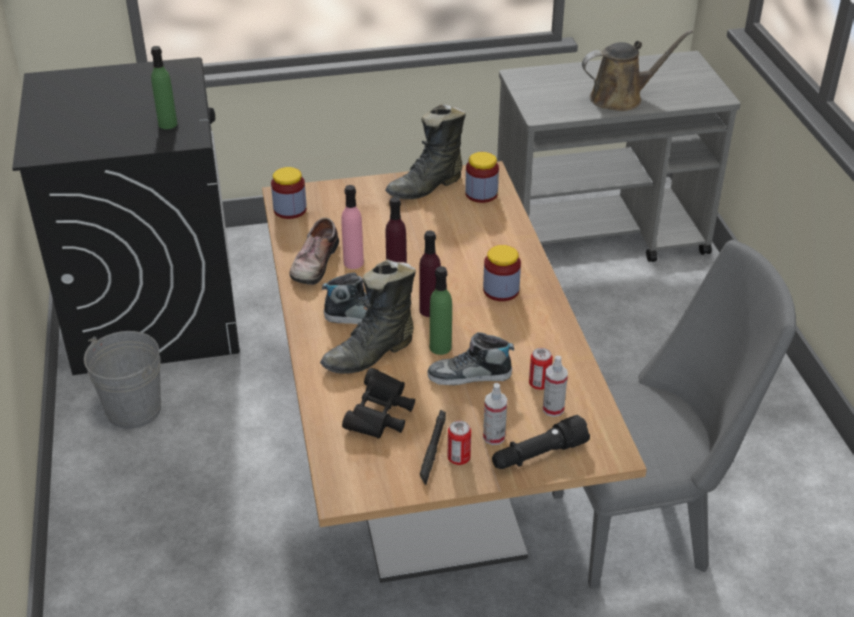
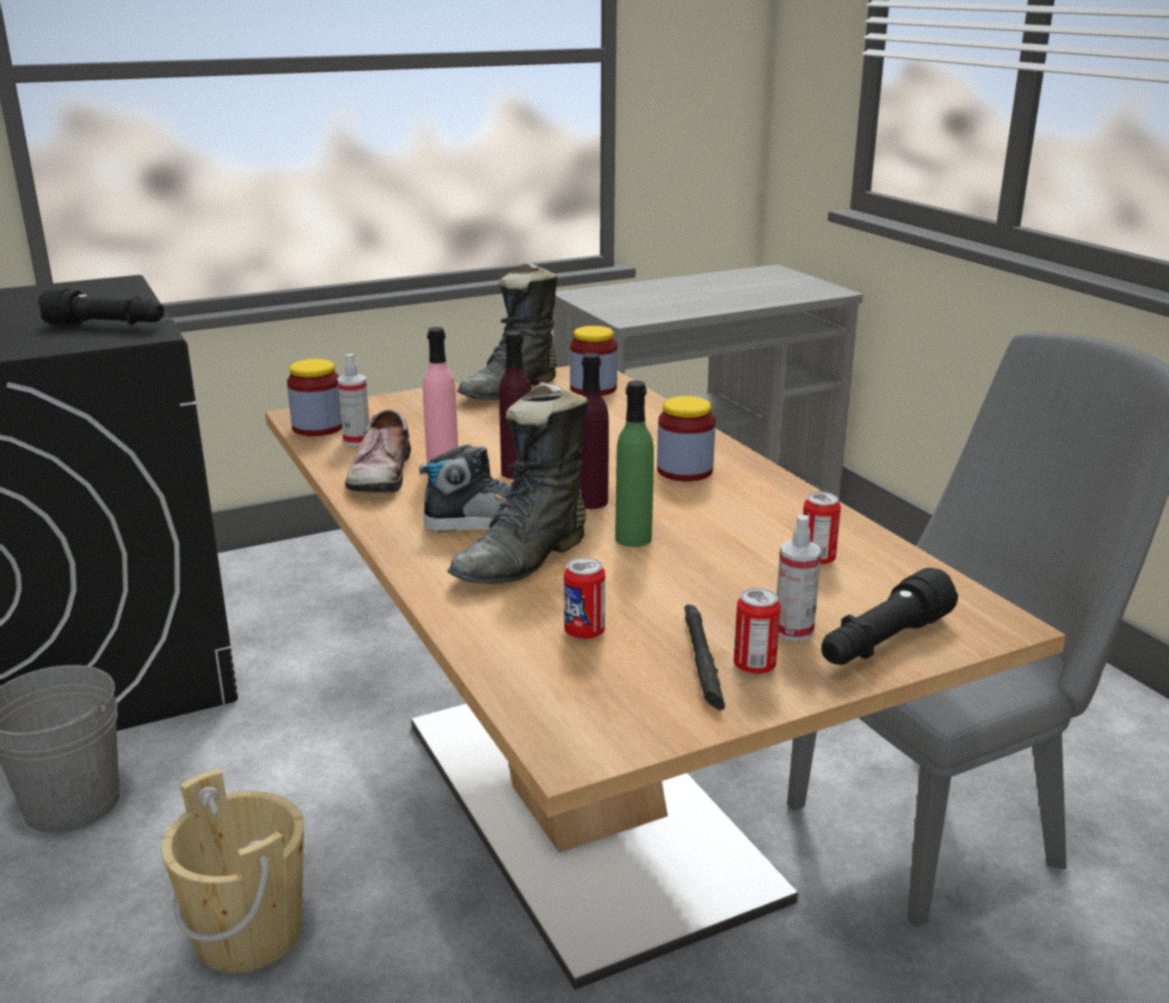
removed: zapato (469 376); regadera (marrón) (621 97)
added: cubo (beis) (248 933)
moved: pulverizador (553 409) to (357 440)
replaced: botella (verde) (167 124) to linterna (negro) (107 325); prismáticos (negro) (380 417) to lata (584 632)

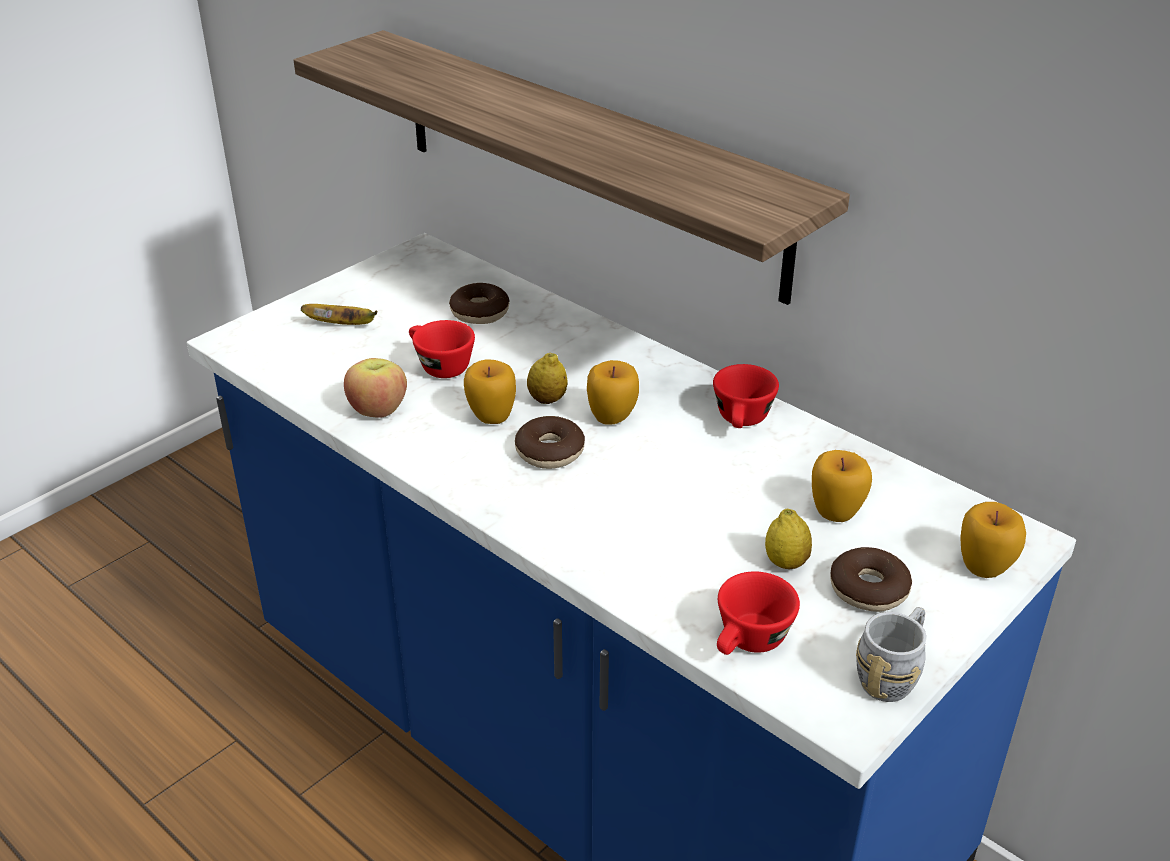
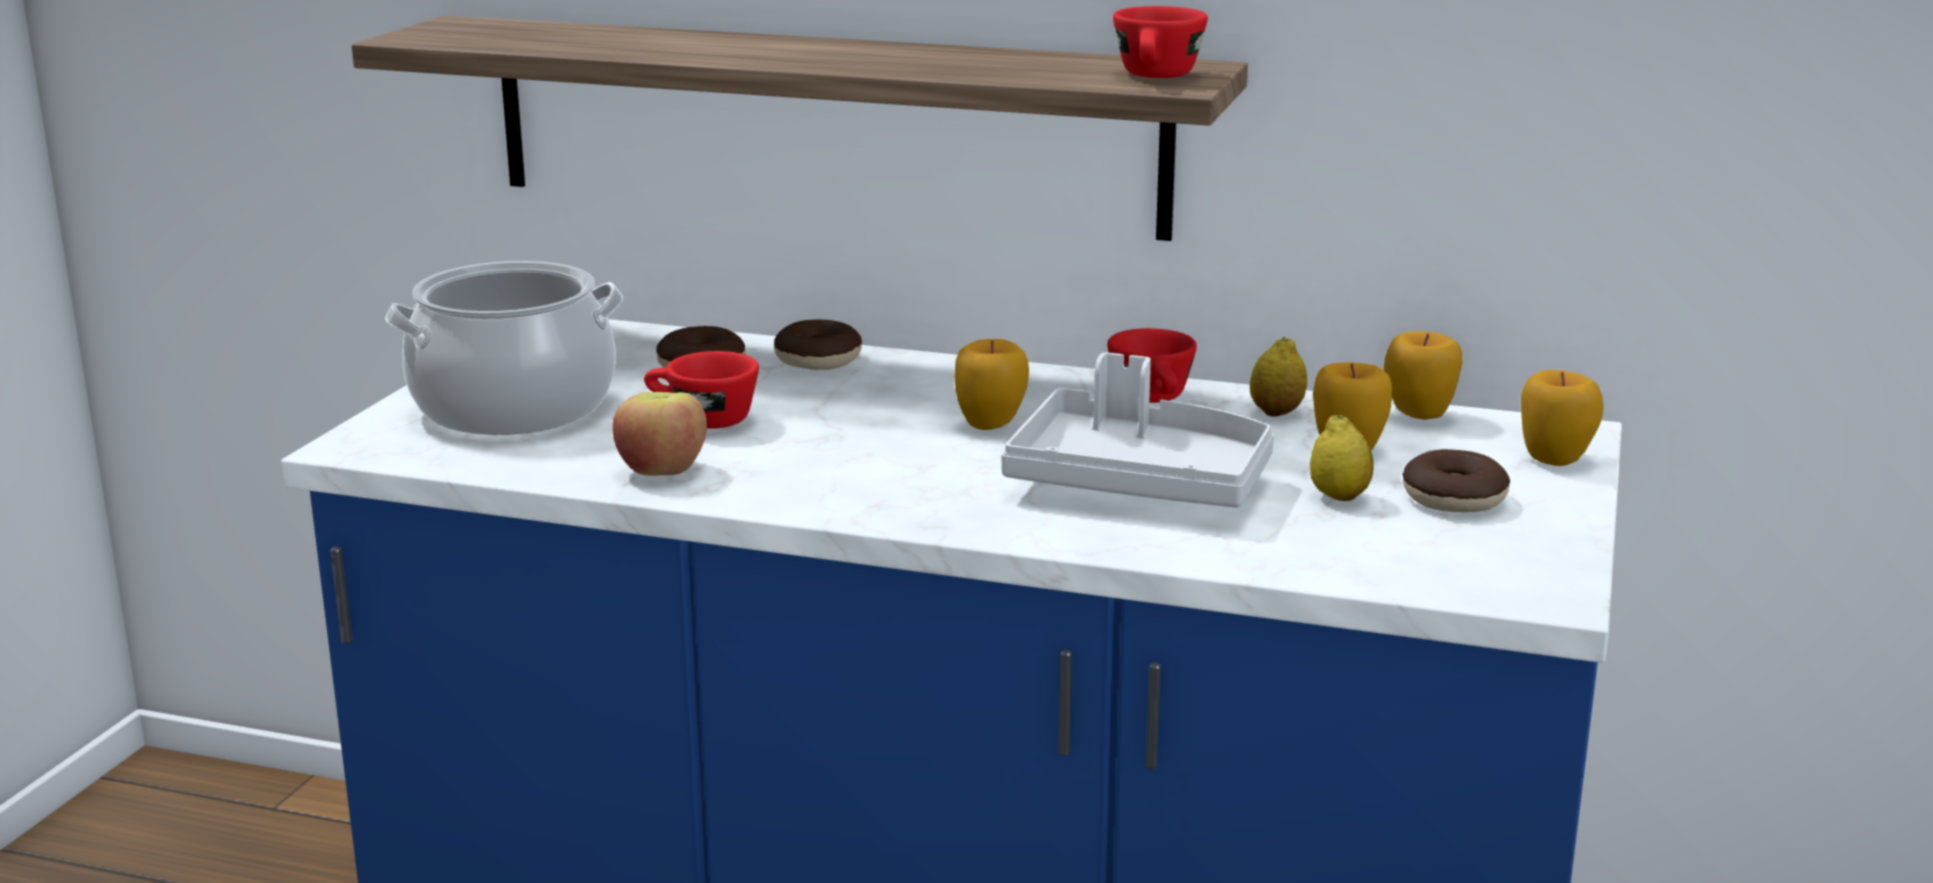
removed: taza grande (gris) (892 674)
added: bandeja (gris) (1139 482)
moved: rosquilla (550 451) to (818 359); taza (rojo) (749 643) to (1157 77); limón (547 400) to (1276 412); manzana (491 417) to (1419 415)
replaced: plátano (343 325) to olla (514 406)

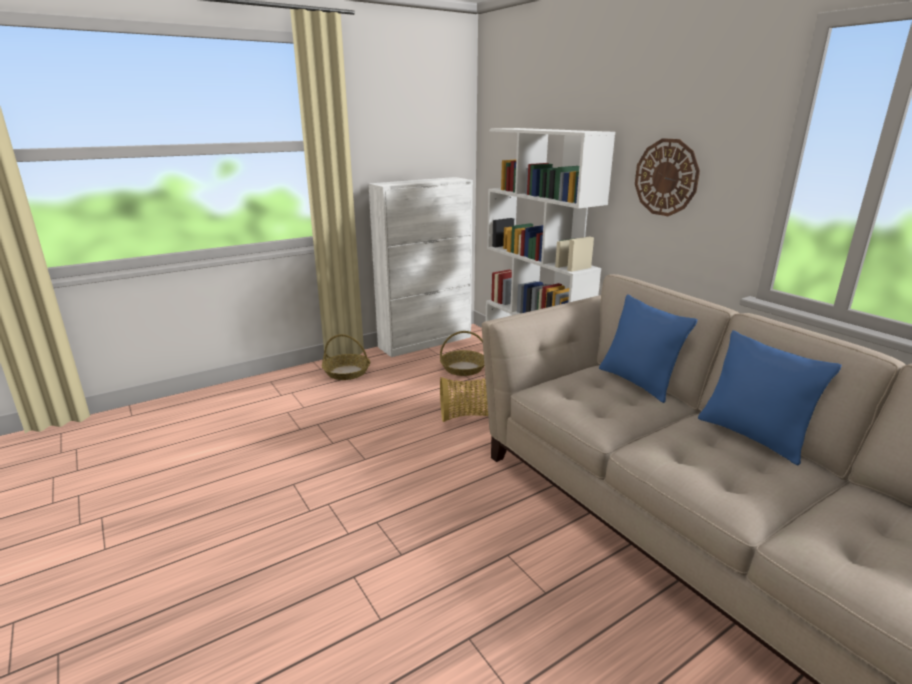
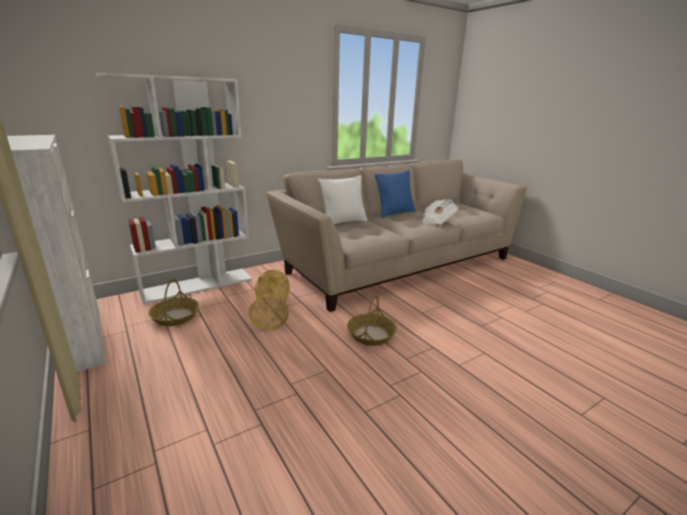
removed: reloj de pared (666 177)
added: periódico (437 221)
moved: cesta (347 372) to (371 335)
recoloured: cojín (azul) (638 382) to cojín (blanco) (343 222)

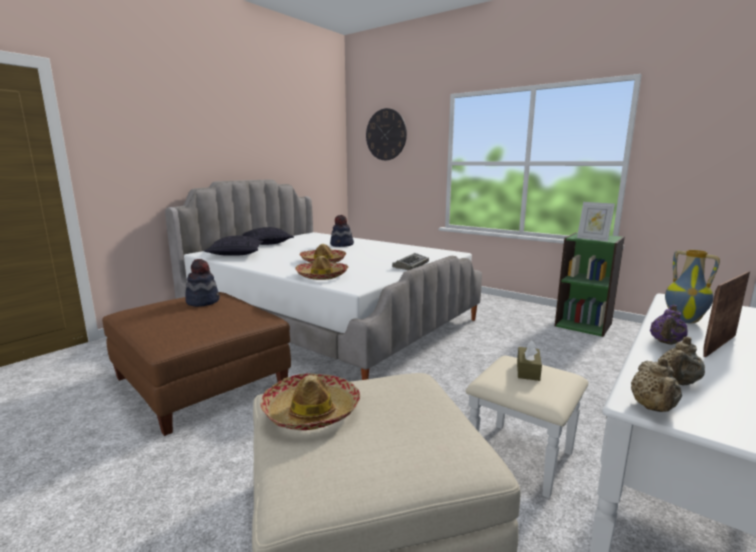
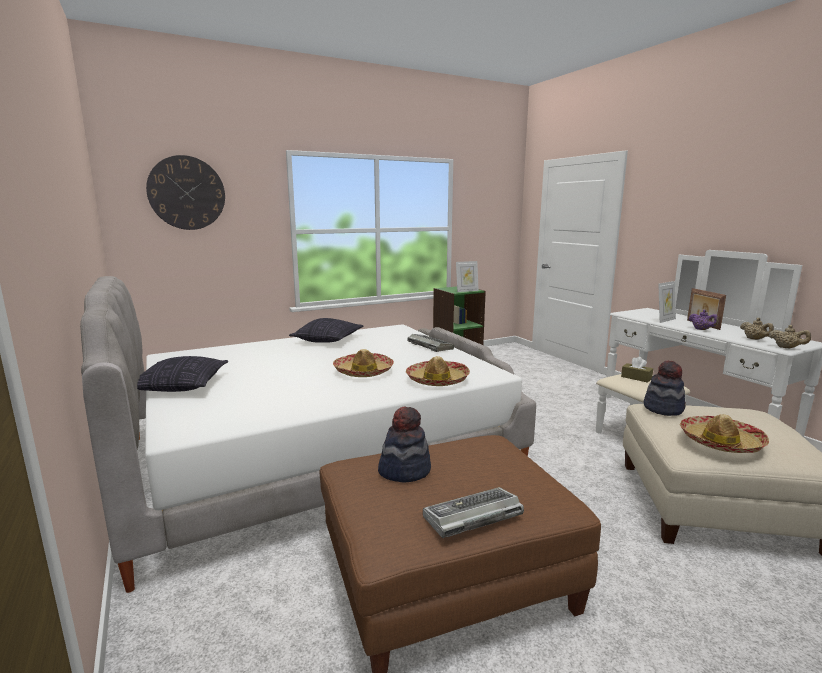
added: teclado (471 518)
moved: cojín (236 255) to (327 340); sombrero (342 245) to (663 408)
replaced: florero (684 320) to portarretratos (664 320)

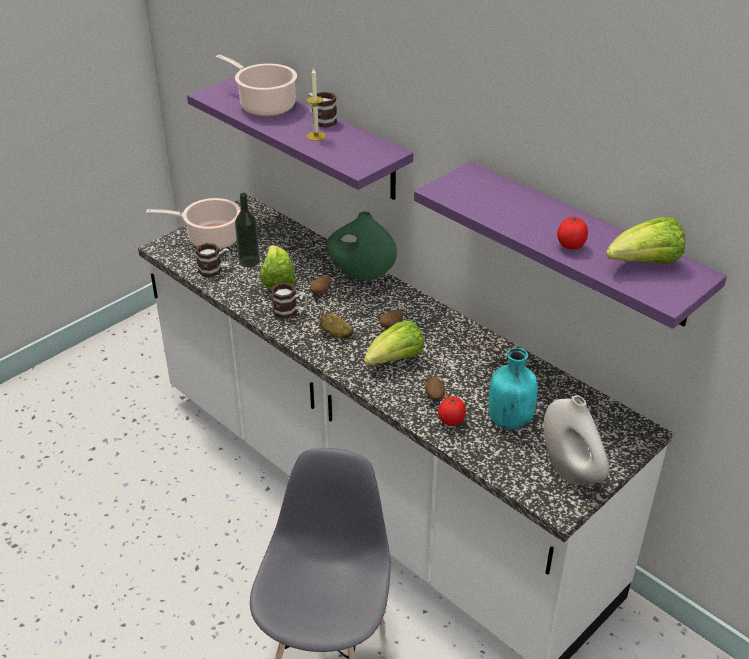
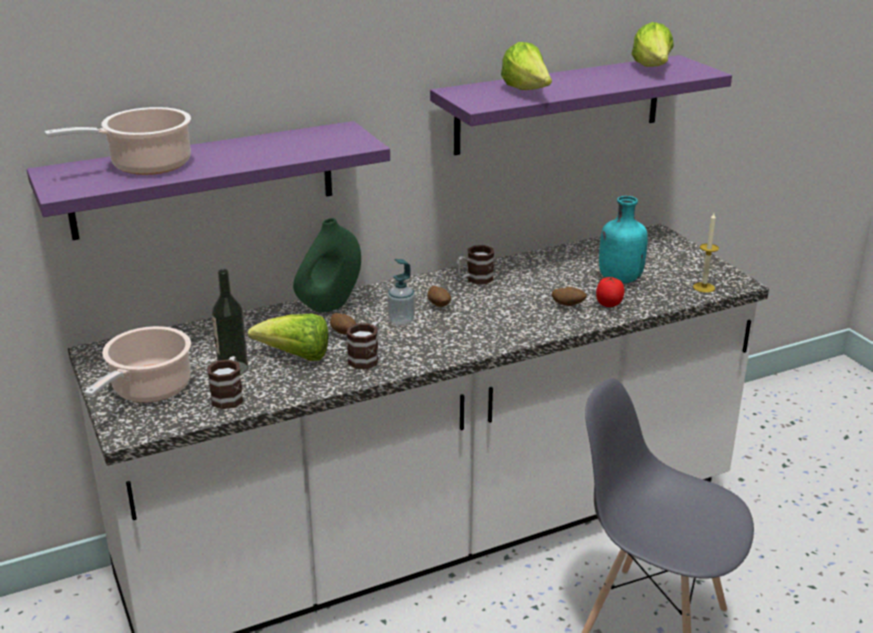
removed: patata (336 334); florero (blanco) (571 471); tomate (570 246)
added: dispensador de jabón (401 321)
moved: taza grande (321 120) to (474 279); lechuga (395 360) to (527 91); vela (316 136) to (704 287)

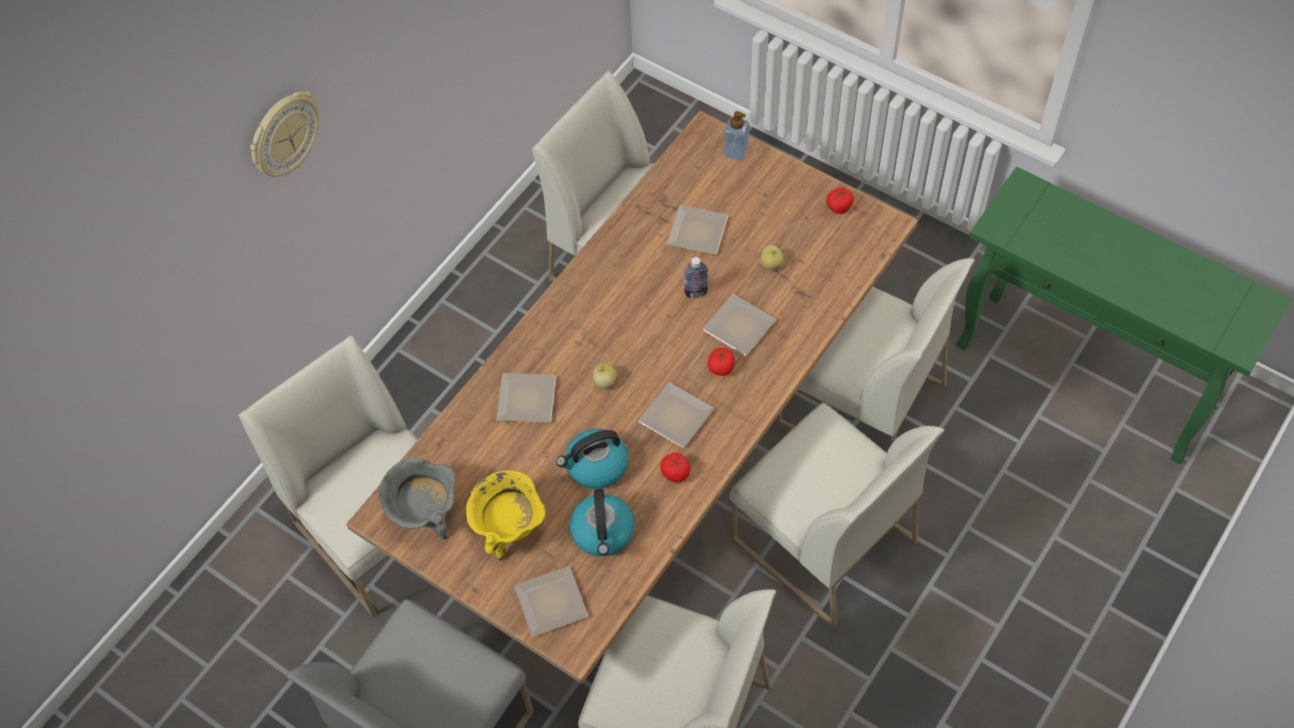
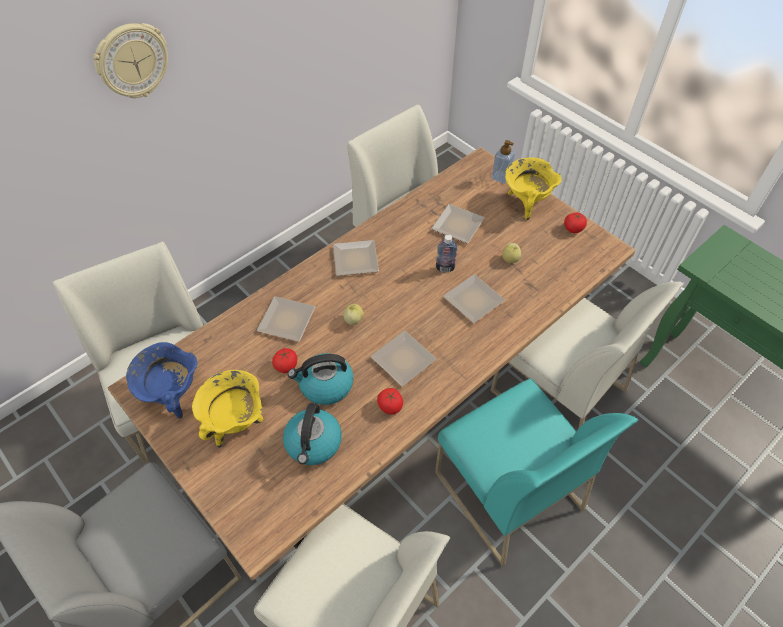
added: olla (amarillo) (526 203)
moved: tomate (721 367) to (286 366); plato (550 605) to (354 261)
recoloured: olla (gris) (426 515) to olla (azul) (173 395); silla (blanco) (821 541) to silla (turquesa) (506 490)

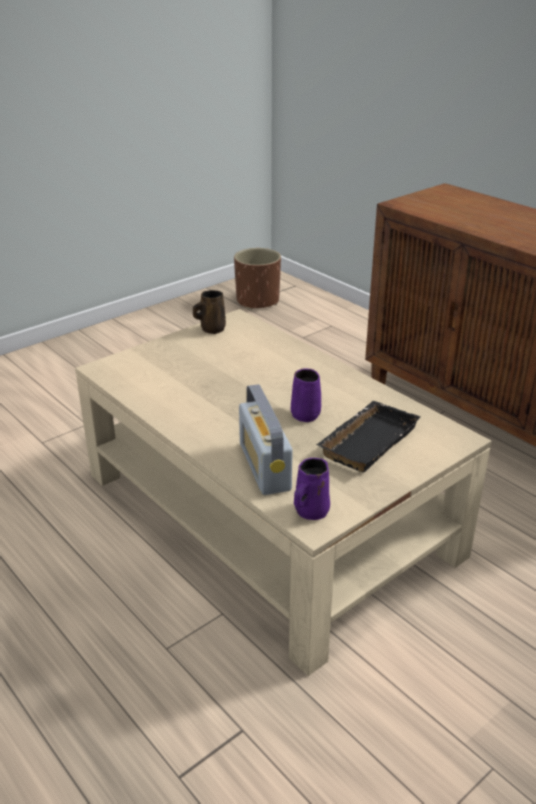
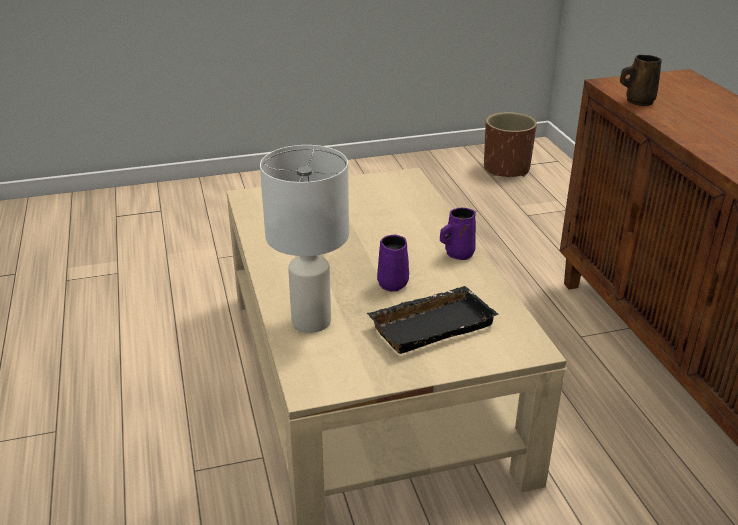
moved: taza grande (morado) (310 511) to (458 254); taza grande (marrón) (211 329) to (638 101)
replaced: radio (264 466) to lámpara de mesa (blanco) (312 321)

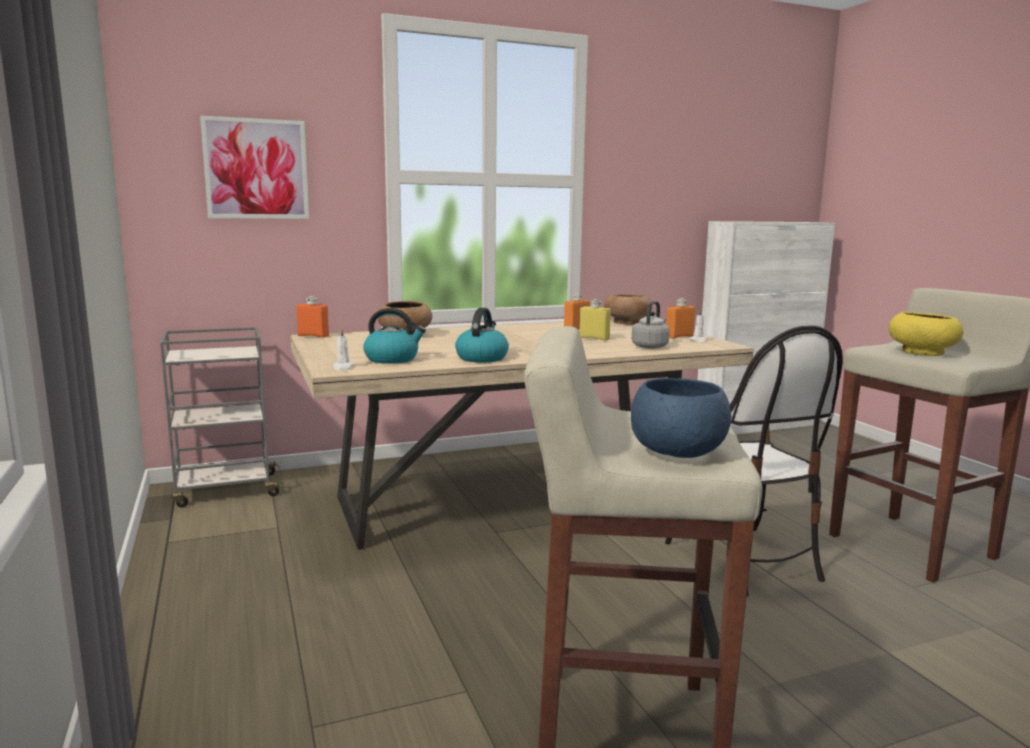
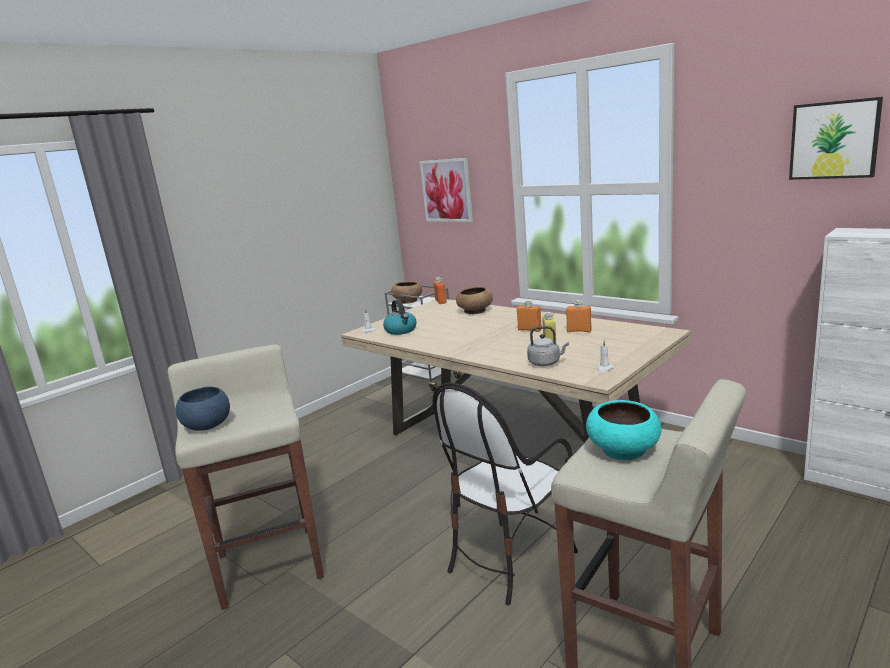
removed: hervidor (482 358)
added: cuadro (834 140)
moved: cuenco (marrón) (627 322) to (408 301); botella (naranja) (679 336) to (529 330)
recoloured: cuenco (amarillo) (921 352) to cuenco (turquesa) (624 450)

